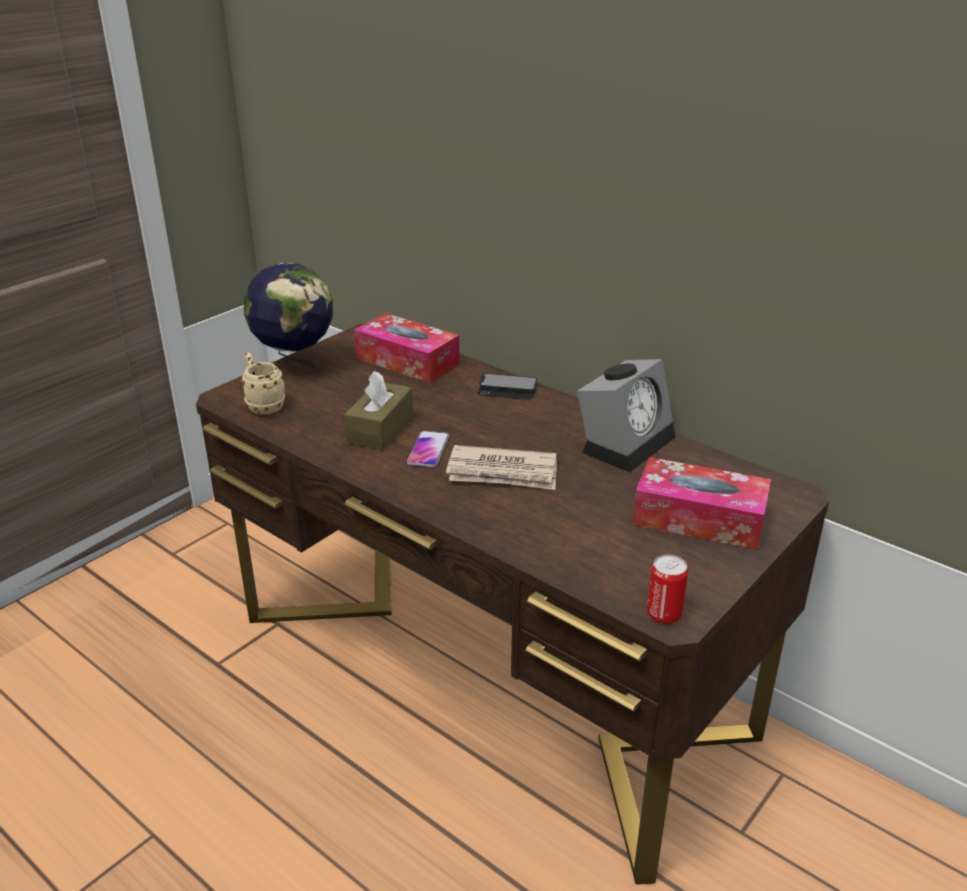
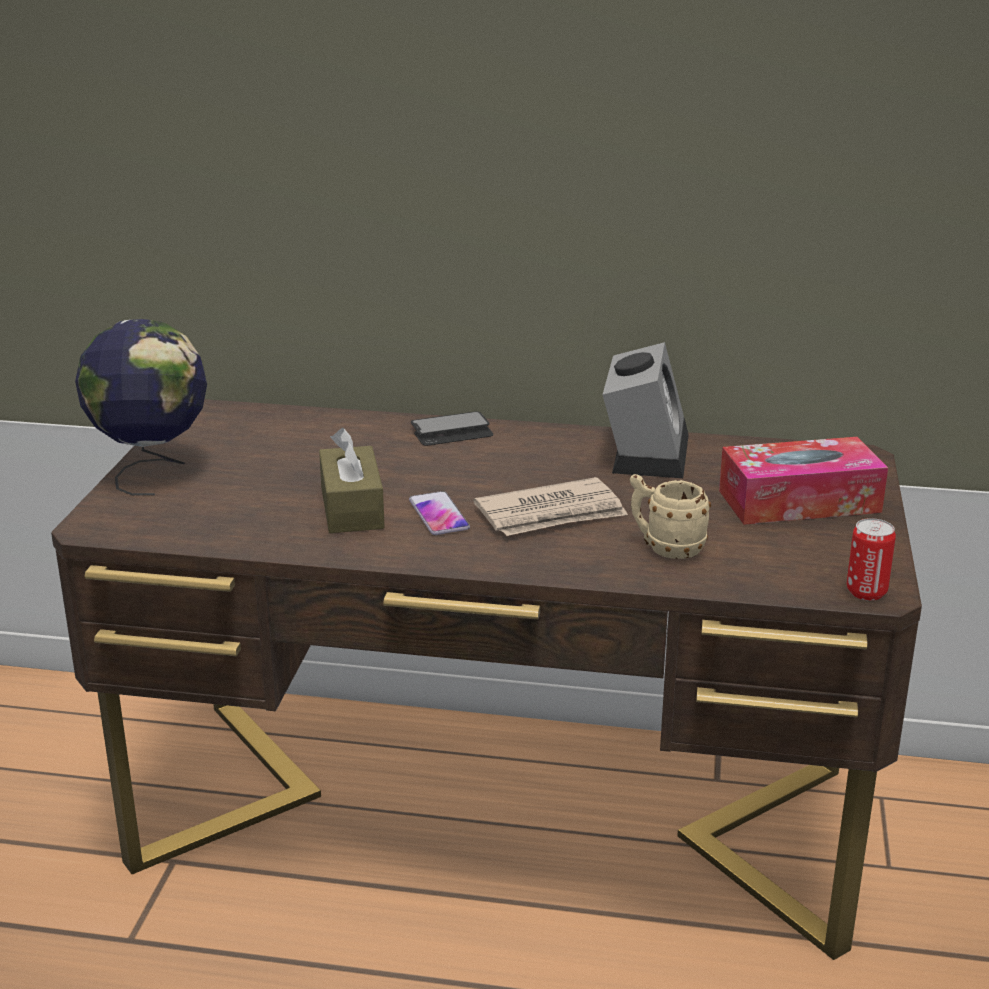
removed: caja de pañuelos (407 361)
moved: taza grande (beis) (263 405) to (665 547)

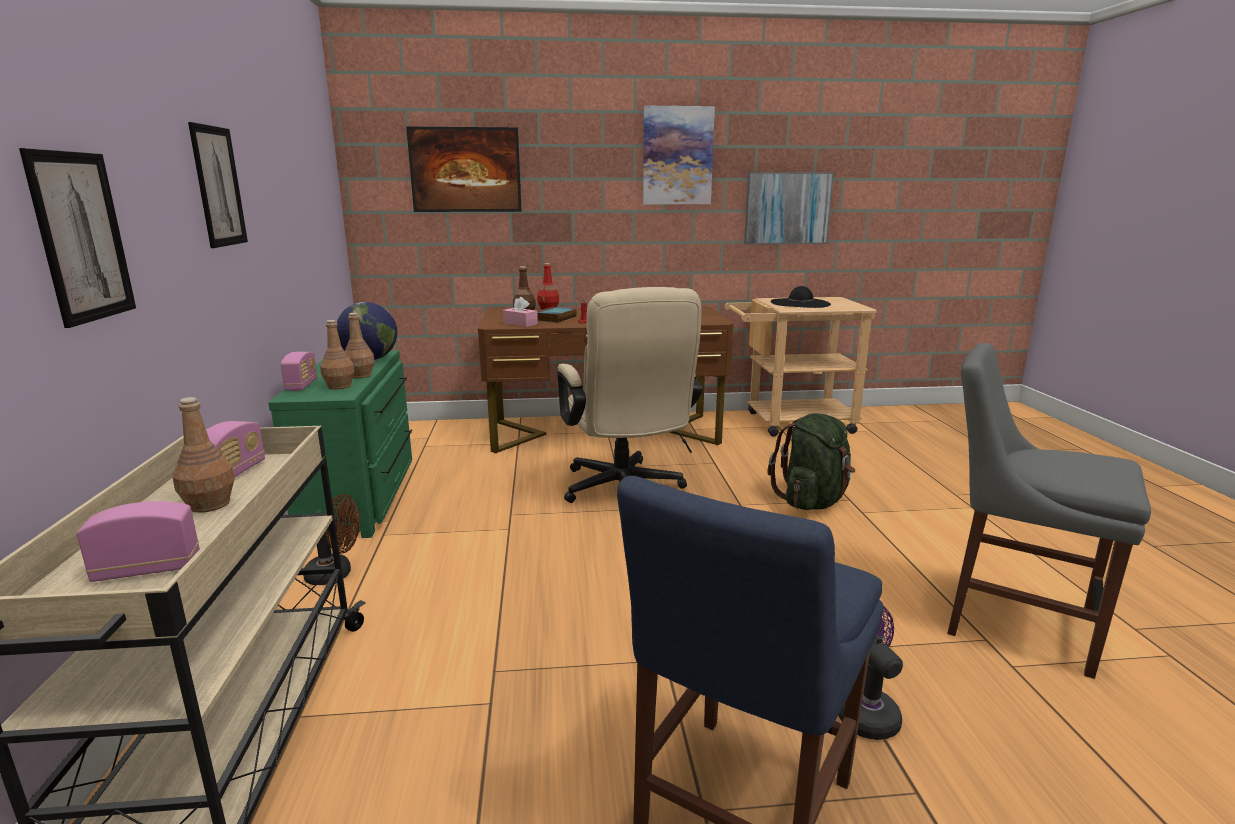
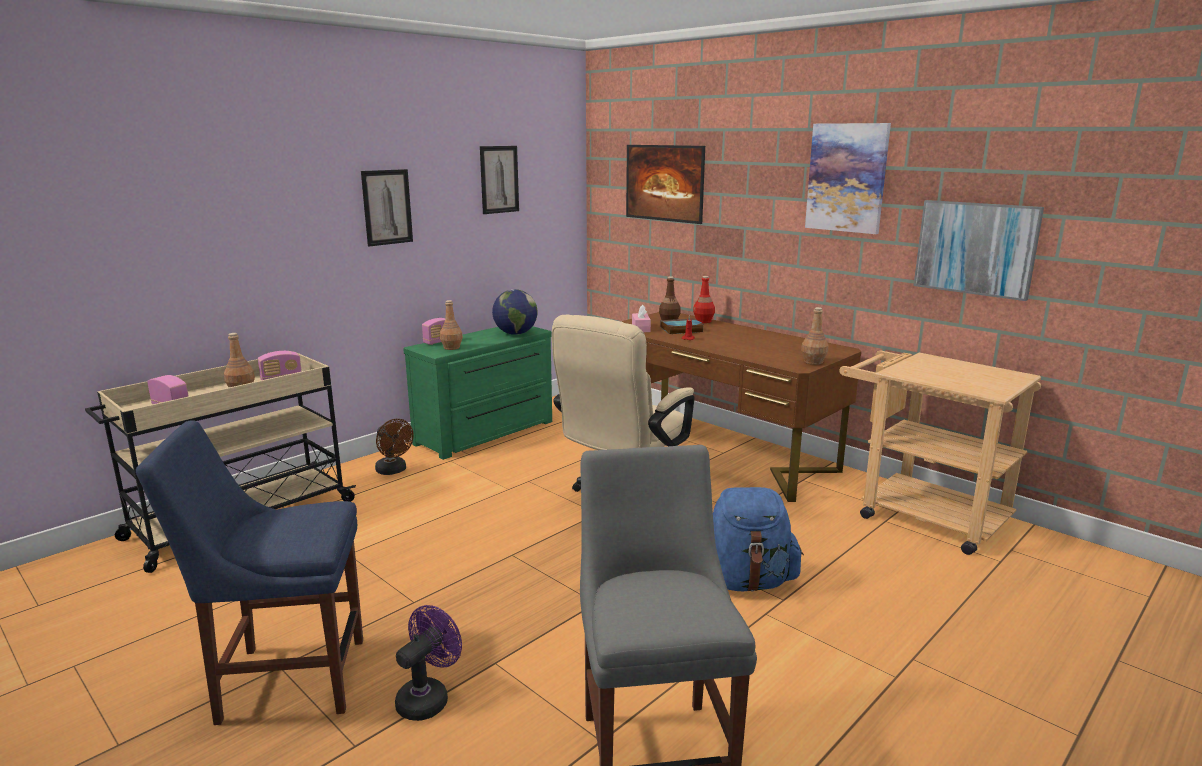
removed: sombrero (negro) (800 303)
moved: cuadro (81 237) to (499 179); botella (marrón) (360 375) to (813 362)
recoloured: mochila (verde) (812 501) to mochila (azul) (746 582)

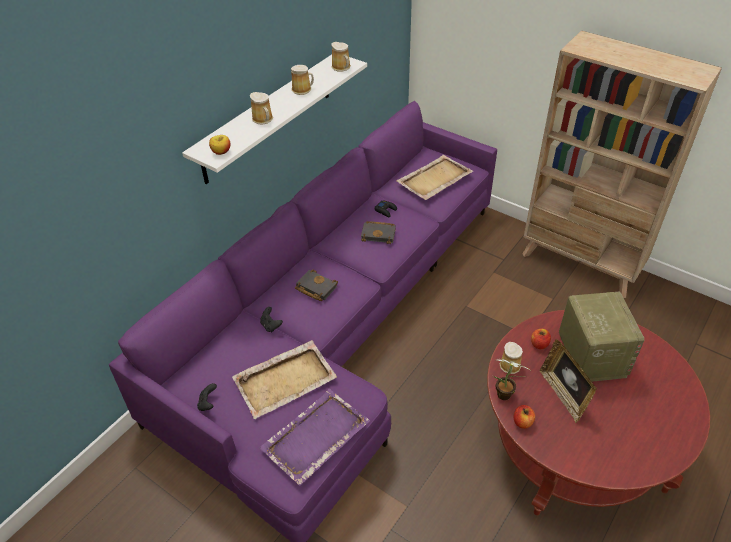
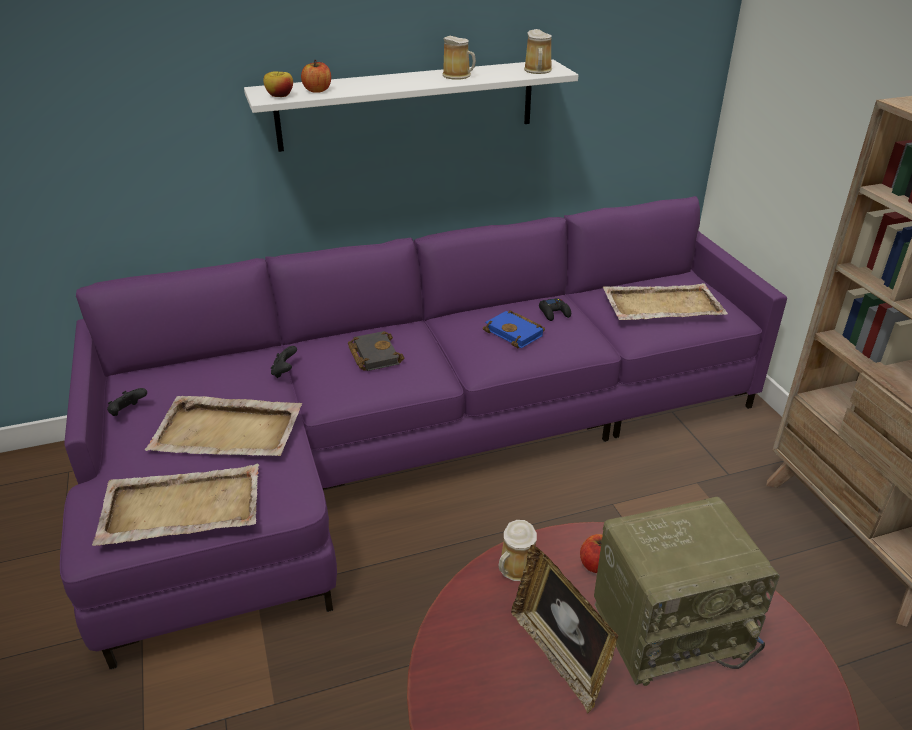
removed: taza grande (263 119); planta en maceta (506 396)
moved: manzana (522 422) to (317 90)
recoloured: bandeja (morado) (314 437) to bandeja (beis) (180 508); libro (negro) (379 234) to libro (azul) (516 333)
turned: portarretratos (563 394) = (559 655) 45 degrees counterclockwise; radio (590 354) = (671 626) 45 degrees clockwise

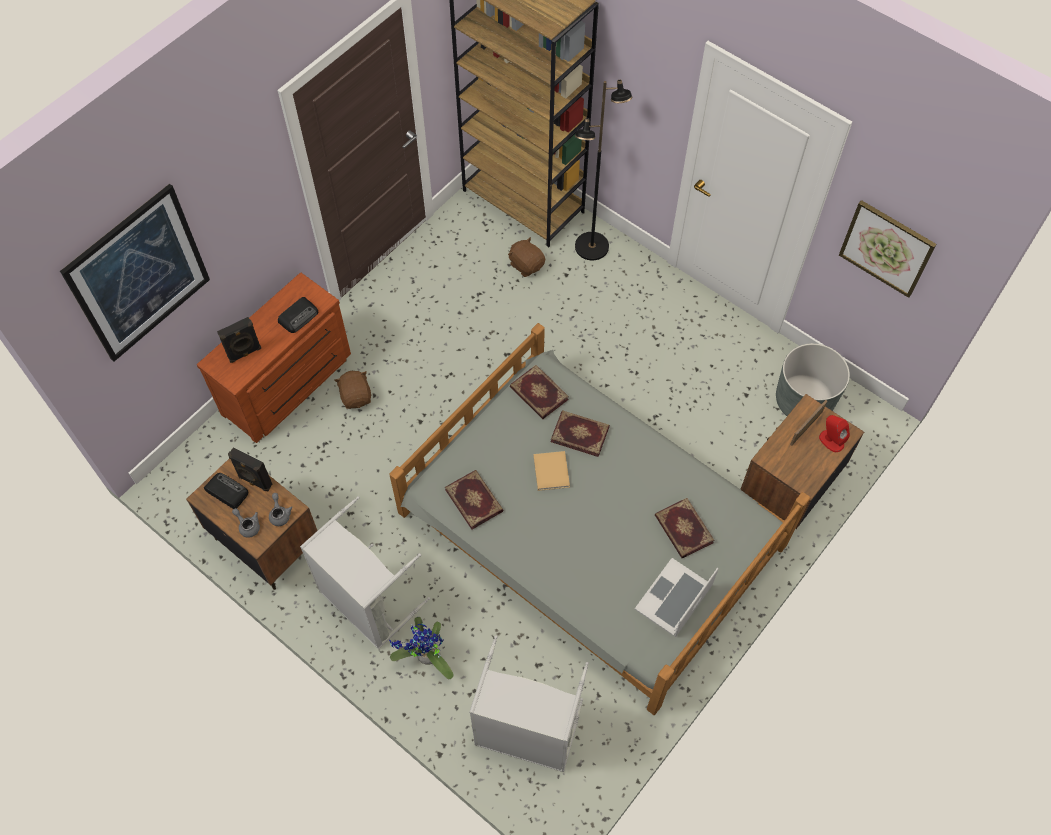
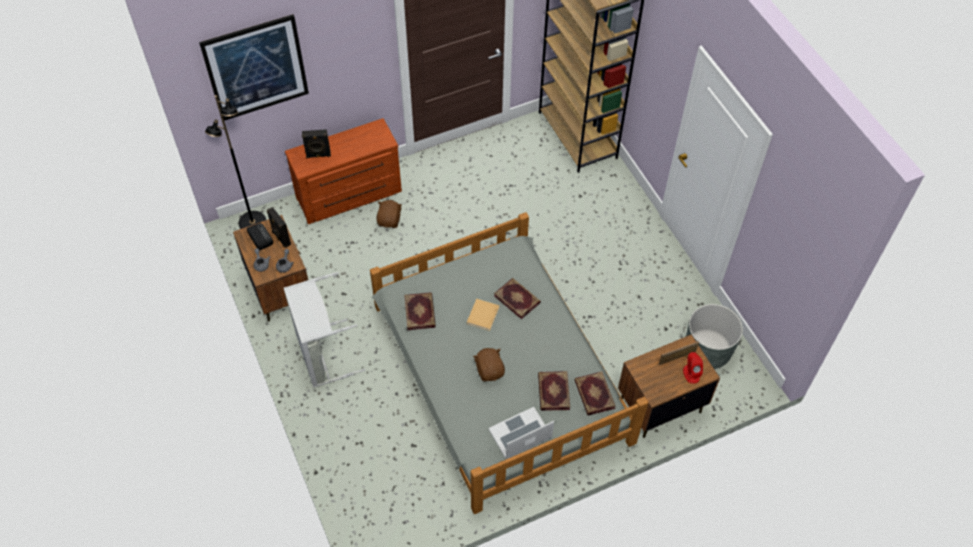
removed: radio (299 316); planta en maceta (426 656); cesto de la ropa (gris) (526 734); cuadro (886 248)
moved: lámpara de pie (negro) (592 247) to (252 223); peluche (marrón) (526 265) to (489 370); libro (538 394) to (593 394)

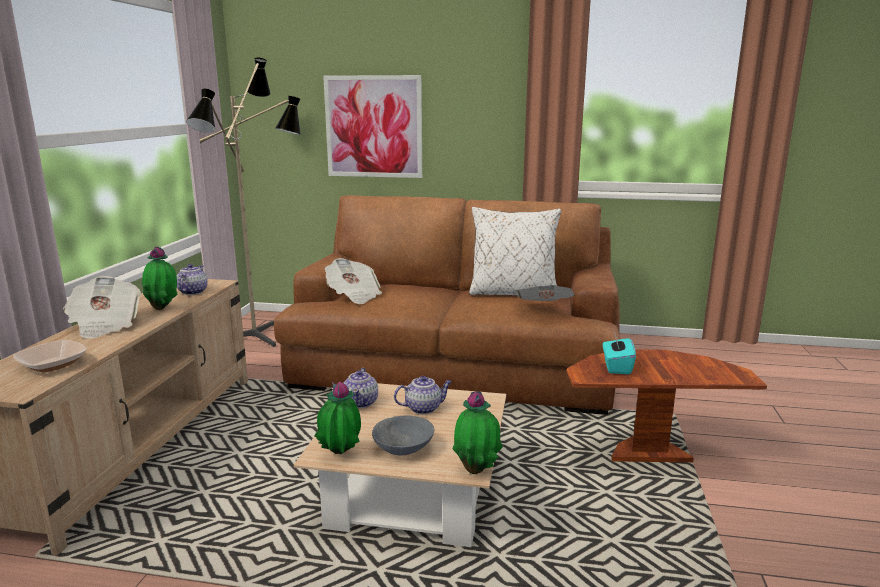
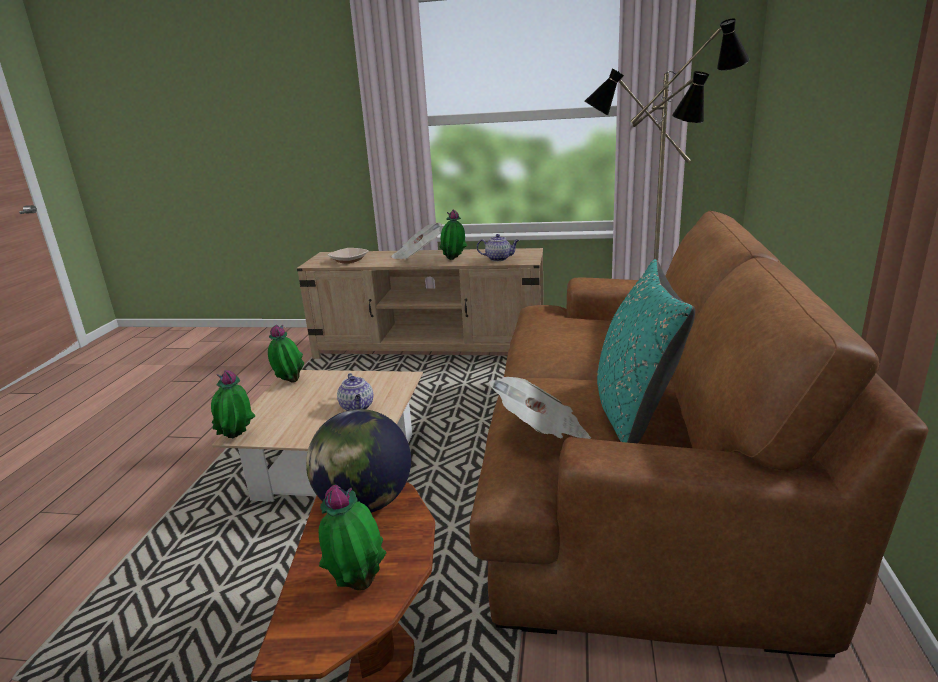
removed: cuadro (373 127); periódico (354 296); tetera (361 402); cuenco (gris) (403 448)
added: planta en maceta (358 583)
replaced: caja de pañuelos (turquesa) (616 367) to globo terráqueo (364 503)
recoloured: cojín (blanco) (513 293) to cojín (turquesa) (635 411)

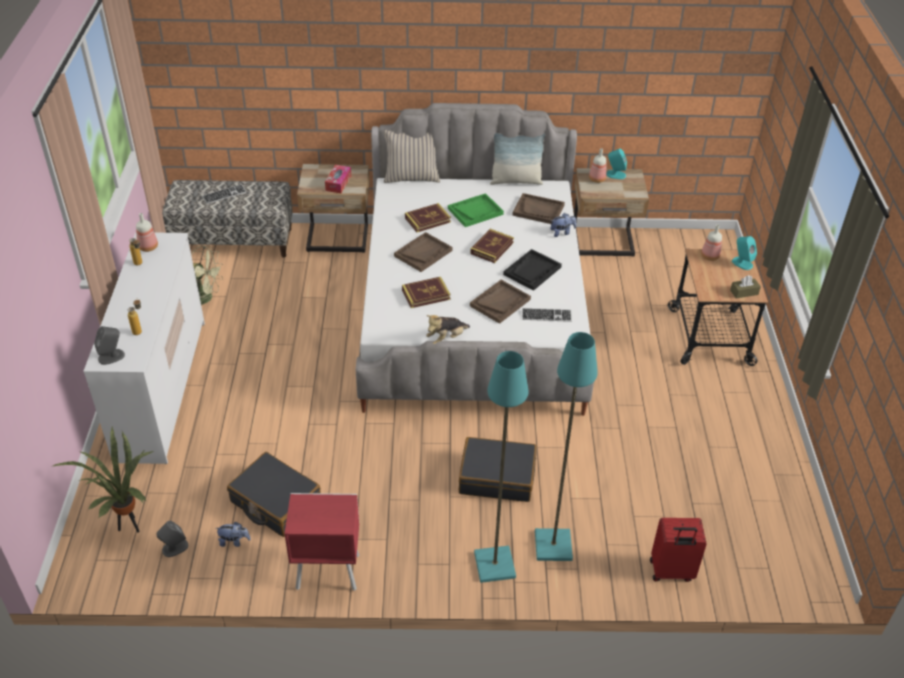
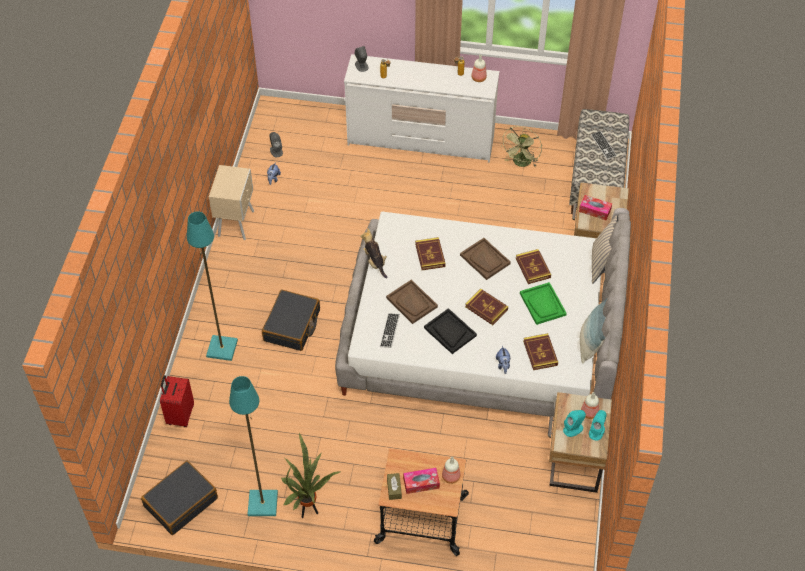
added: caja de pañuelos (421 483)
moved: maleta (negro) (275 502) to (181 502); lámpara de pie (turquesa) (493 565) to (263 503); planta en maceta (129 526) to (309 510); altavoz (turquesa) (742 263) to (573 429)
replaced: bandeja (marrón) (538 210) to libro (540 353)
recoloured: mesita de noche (rojo) (326 571) to mesita de noche (beis) (237 223)

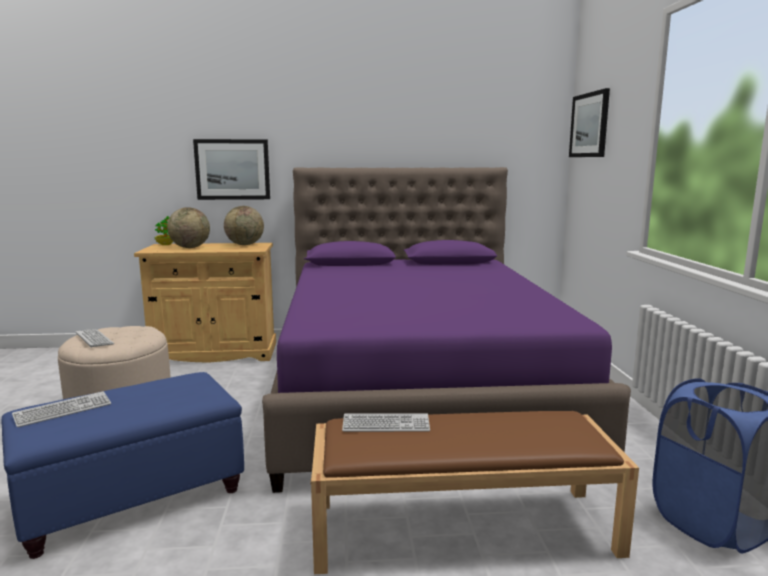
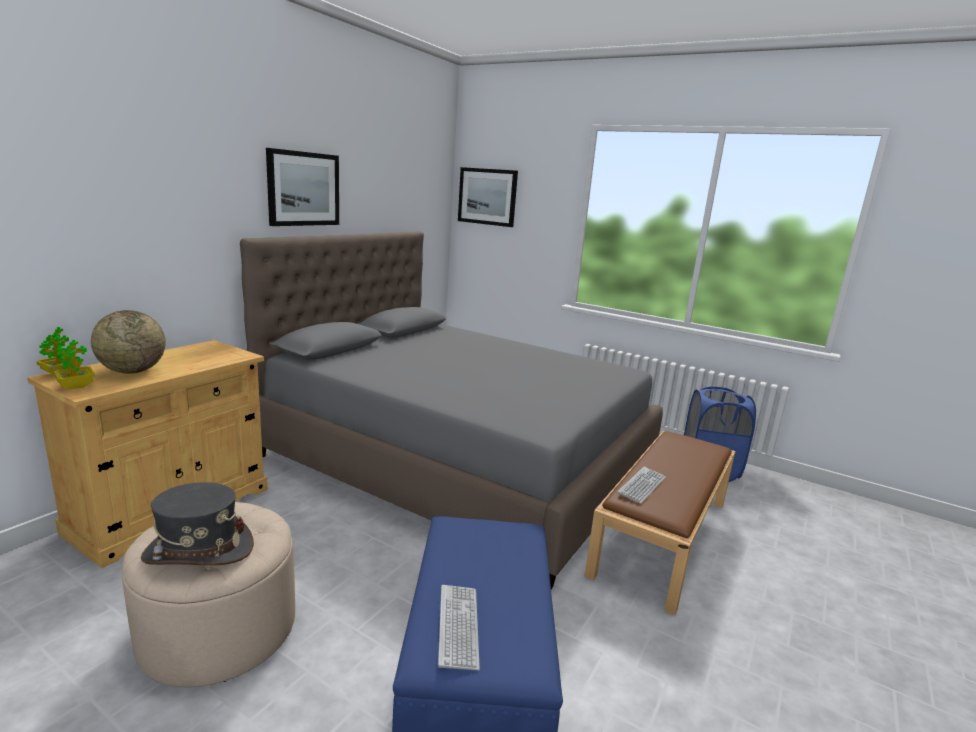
removed: globo terráqueo (245 244)
added: planta en maceta (76 386)
moved: cuadro (232 169) to (303 189)
replaced: teclado (94 339) to sombrero (gris) (199 551)
recoloured: cama (morado) (417 392) to cama (gris) (459 461)

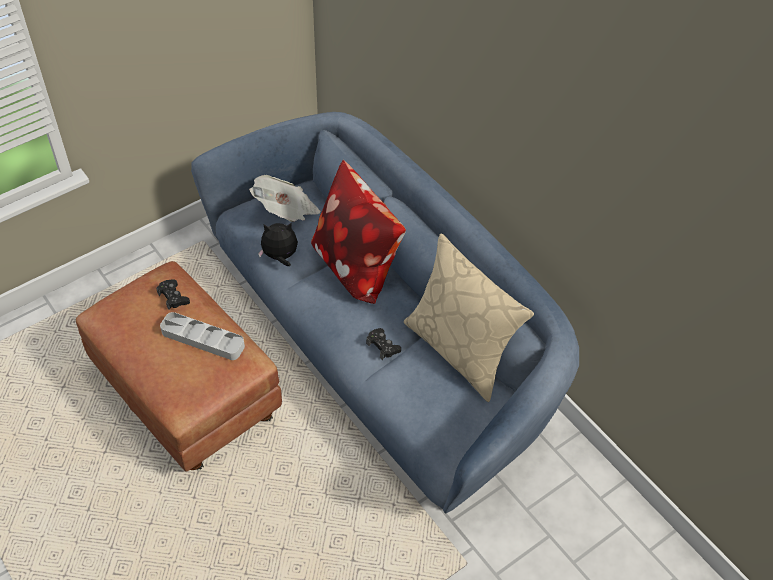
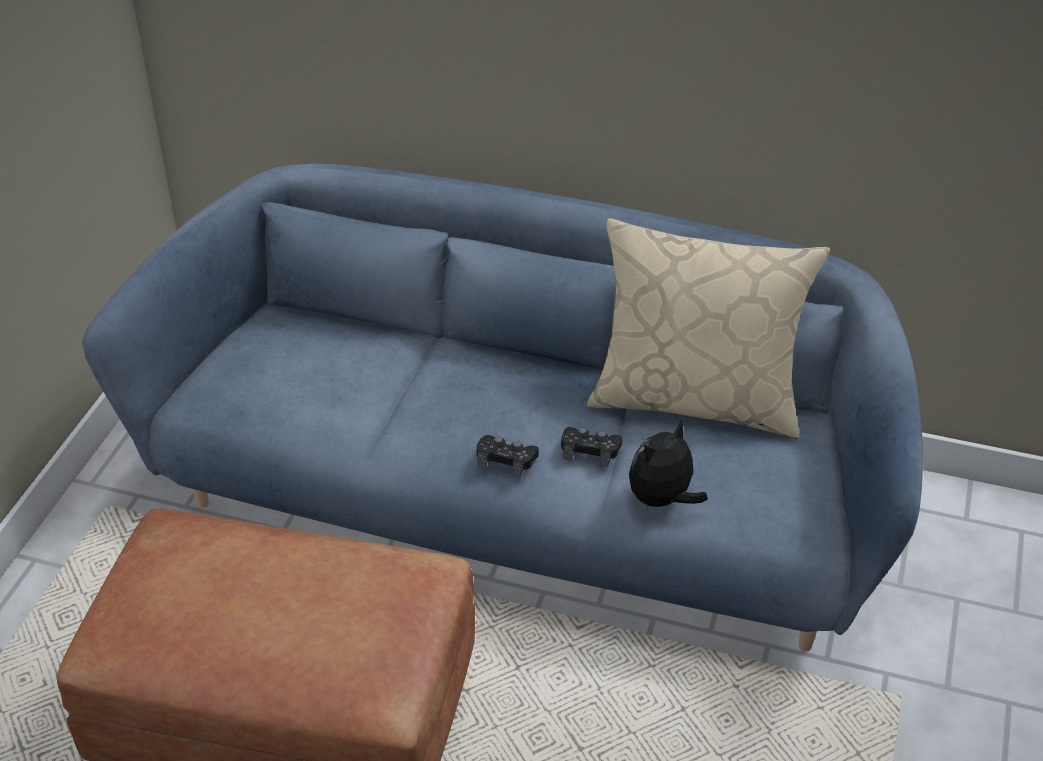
removed: bandeja (gris) (203 339); periódico (286 211); cojín (356 265)
moved: mando de consola (negro) (173 297) to (506 460); peluche (280 257) to (662 500)

